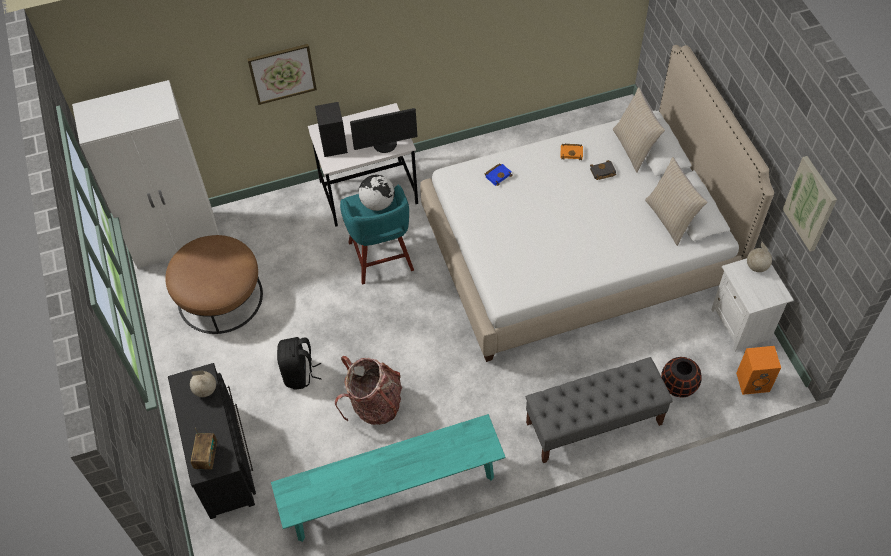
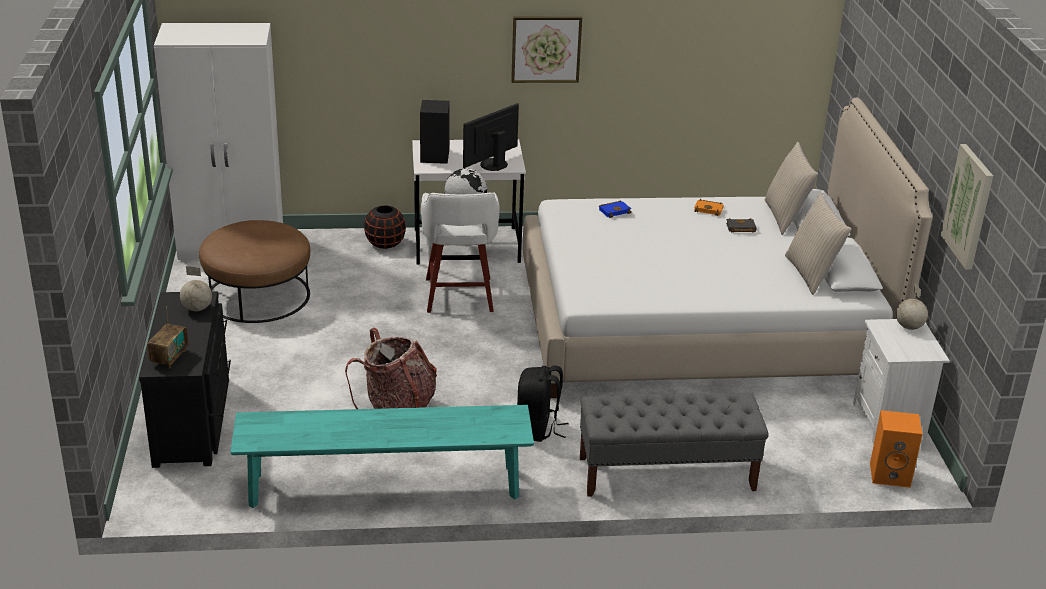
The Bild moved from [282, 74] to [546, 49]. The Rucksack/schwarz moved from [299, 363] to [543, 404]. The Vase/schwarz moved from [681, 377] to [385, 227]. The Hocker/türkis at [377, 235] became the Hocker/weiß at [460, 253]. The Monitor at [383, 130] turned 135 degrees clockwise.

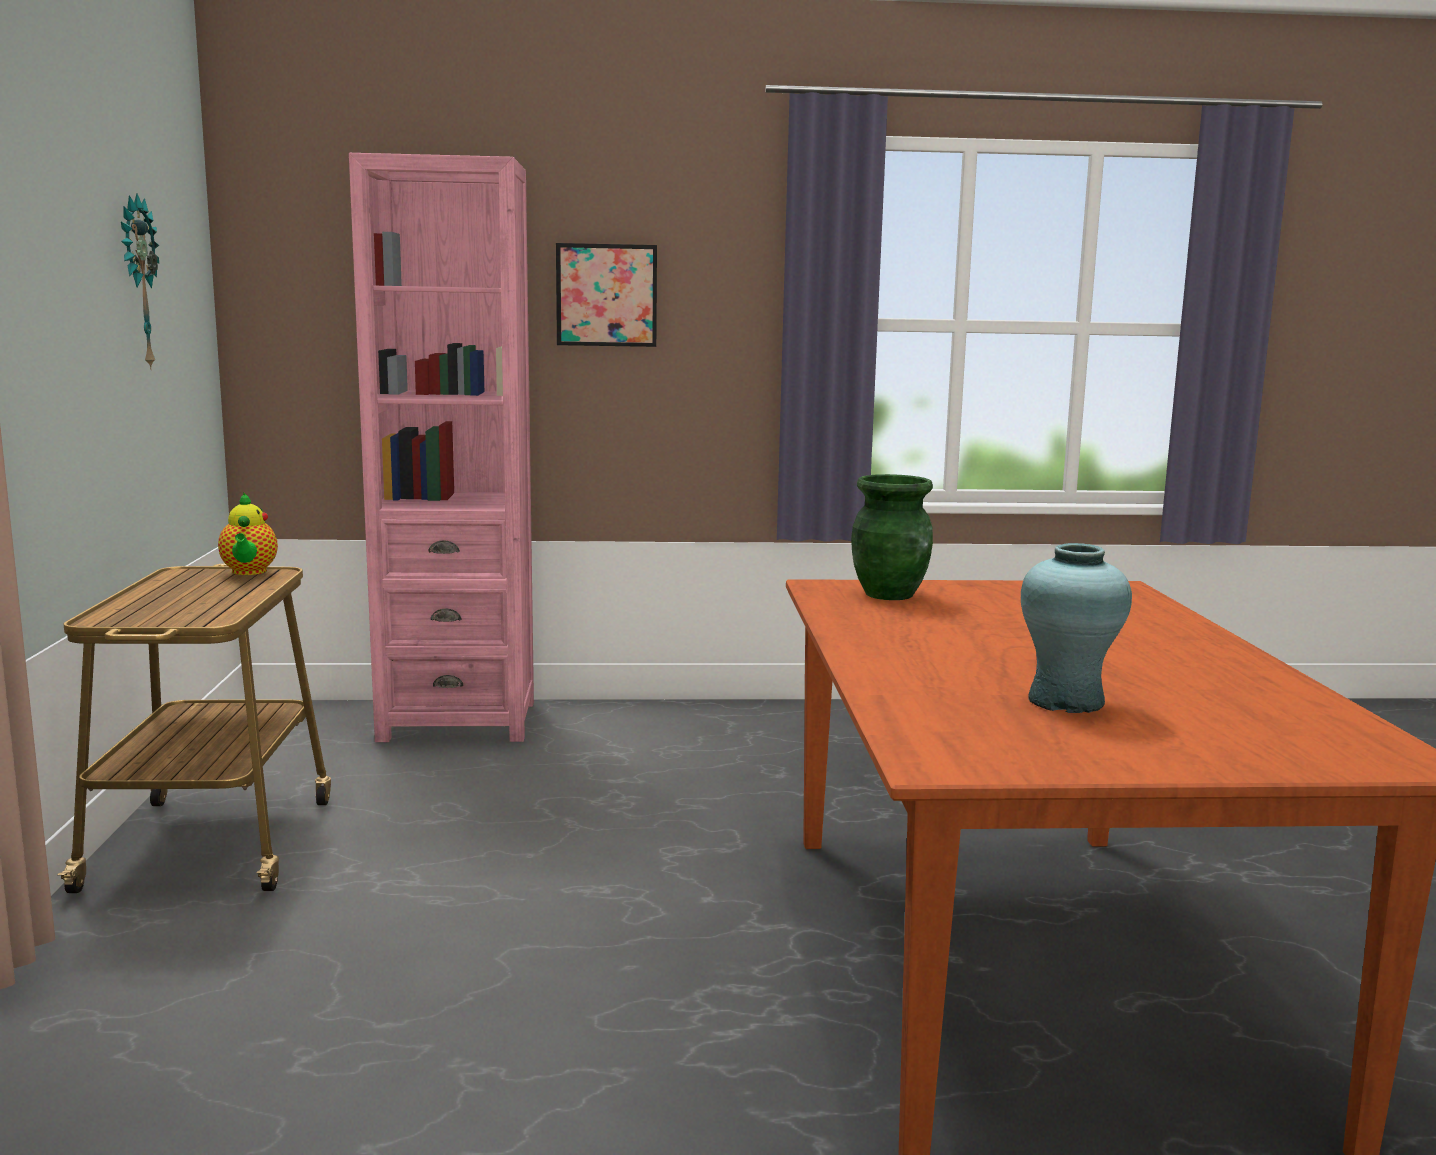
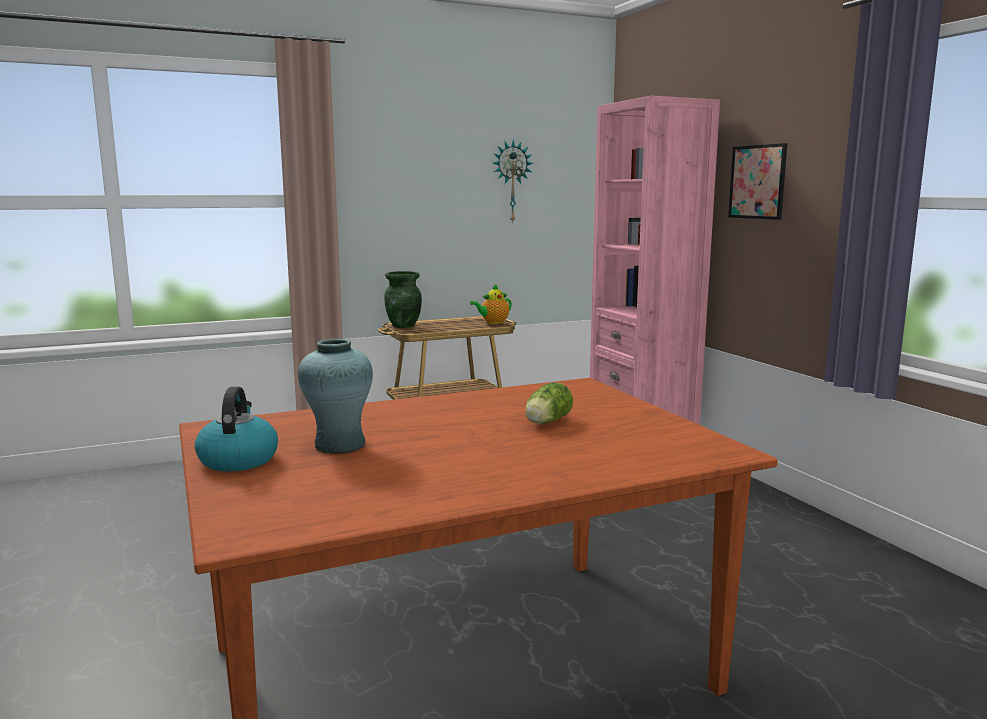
The Wasserkessel at [236, 429] appeared. The Salatkopf at [549, 403] appeared. The Vase/grün moved from [892, 537] to [403, 299].

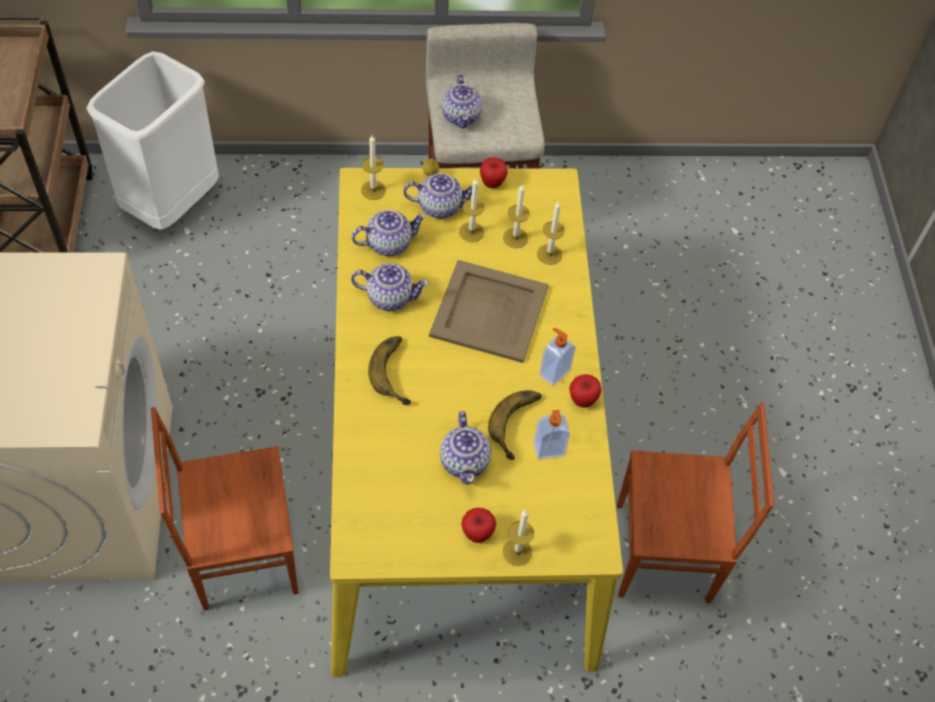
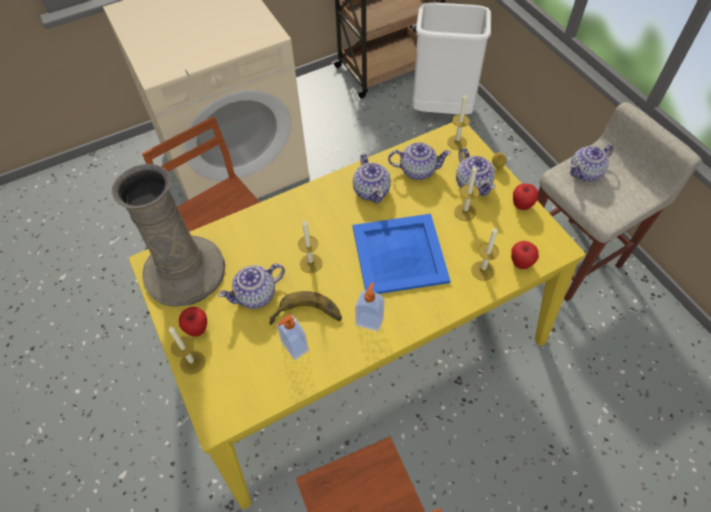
The Banane at [389, 370] disappeared. The Vase/beige at [168, 235] appeared. The Kerze moved from [516, 216] to [310, 246]. The Apfel moved from [585, 391] to [525, 255]. The Tablett/beige at [489, 311] became the Tablett/blau at [401, 254]. The Teekanne at [389, 233] turned 45 degrees counterclockwise.

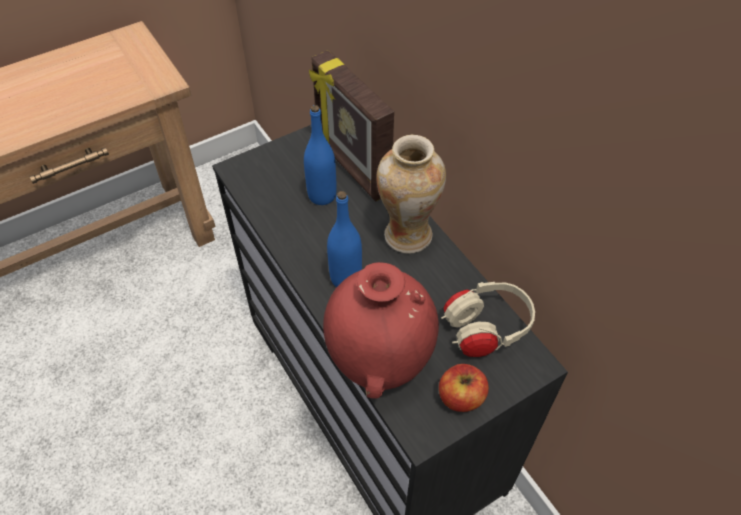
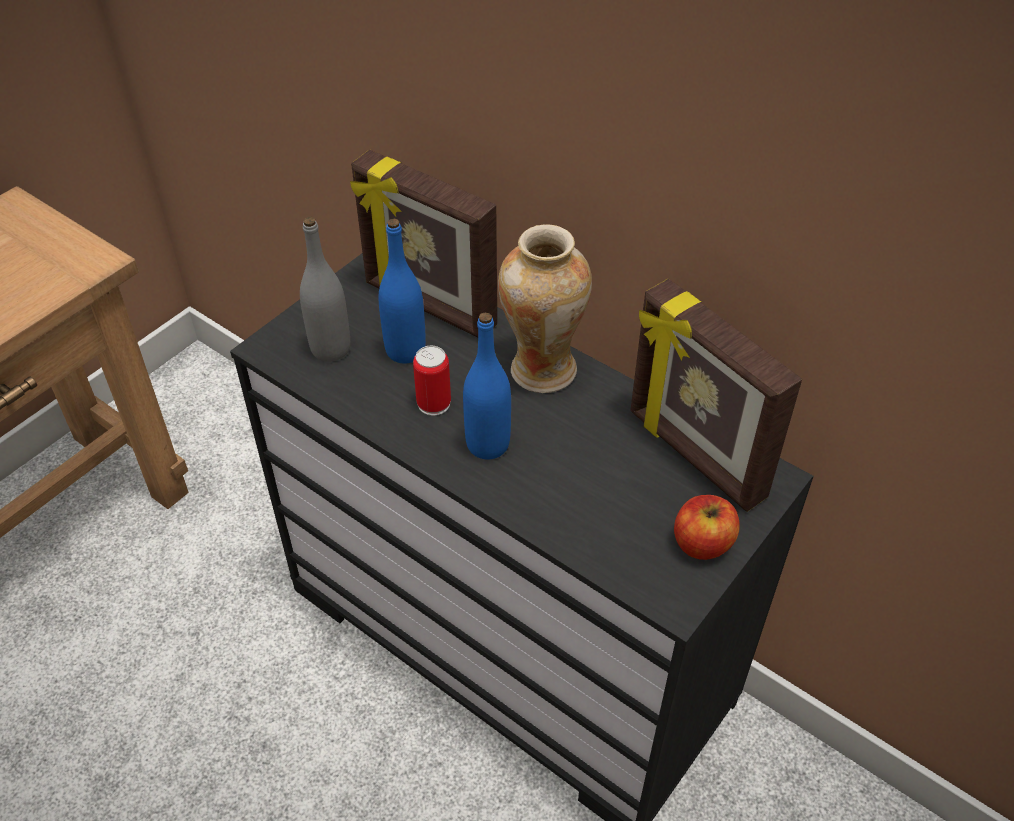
The Vase/rot at [381, 330] disappeared. The Flasche/grau at [325, 289] appeared. The Dose at [432, 381] appeared. The Kopfhörer/beige at [488, 319] was replaced by the Bilderrahmen at [716, 395].

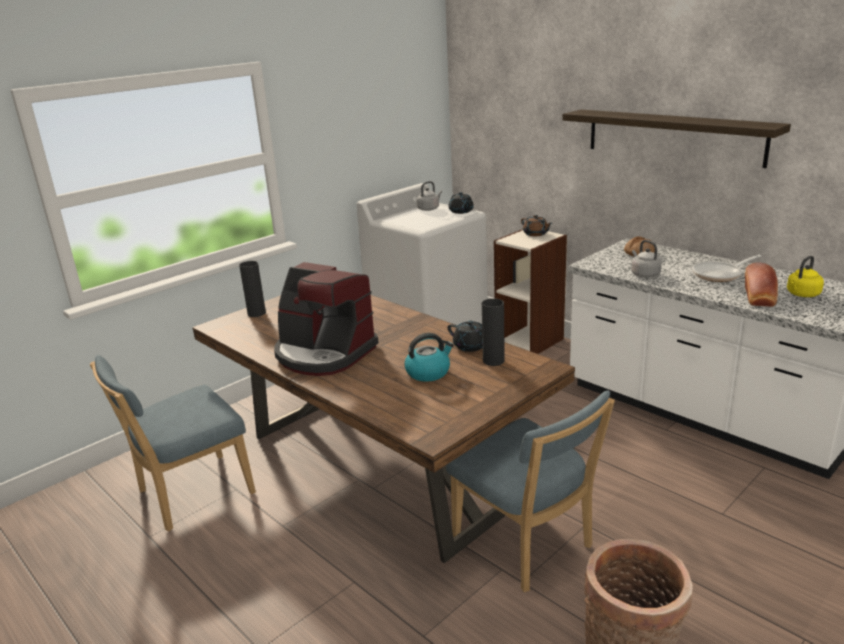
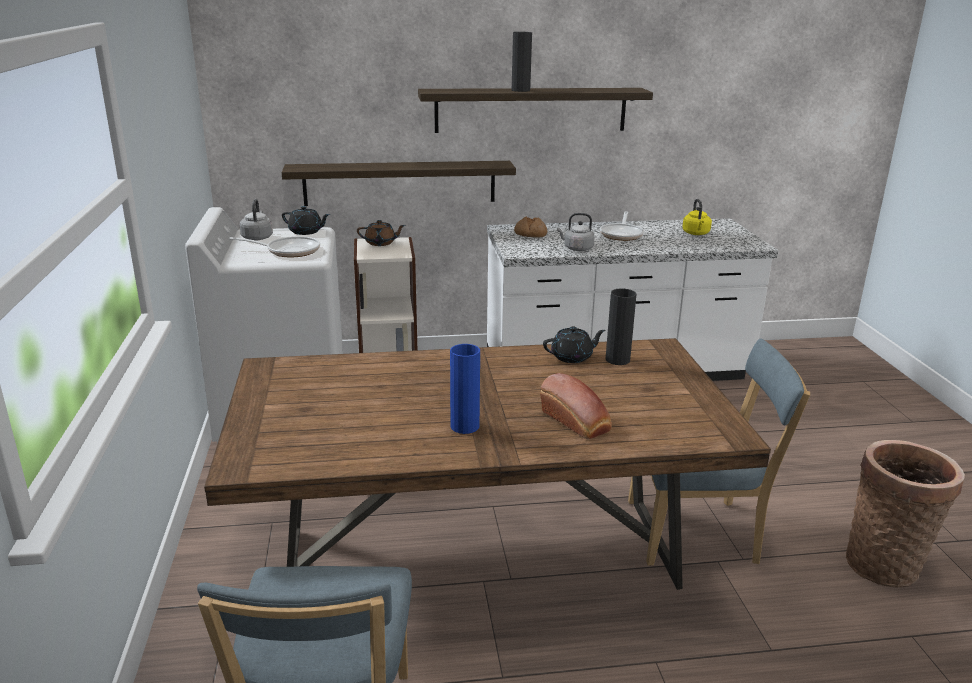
The Wasserkessel at [429, 357] disappeared. The Pfanne at [274, 246] appeared. The Wandregal at [399, 183] appeared. The Vase/schwarz moved from [252, 289] to [522, 62]. The Brot moved from [761, 284] to [576, 406]. The Kaffeemaschine at [326, 319] was replaced by the Vase/blau at [465, 389].

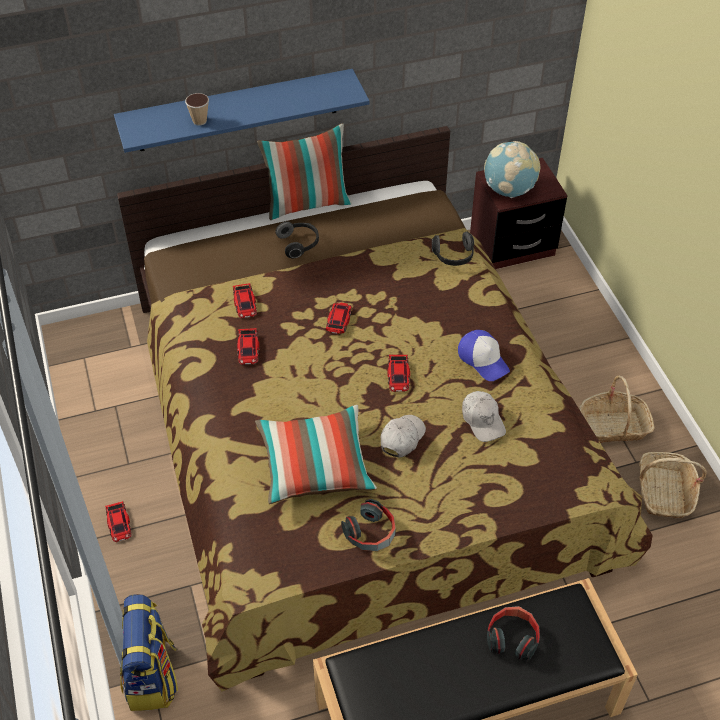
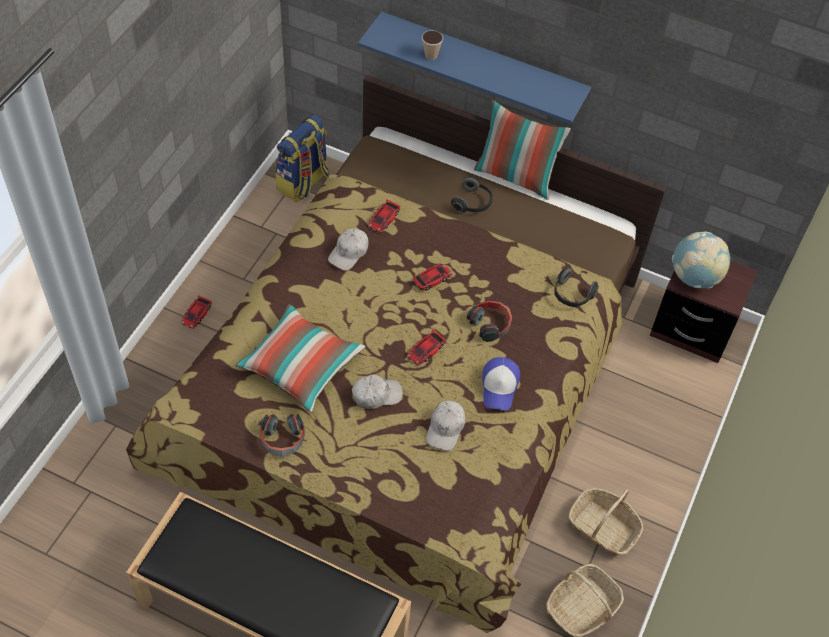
The Rucksack moved from [149, 652] to [302, 158]. The Kopfhörer moved from [513, 633] to [489, 321]. The Spielzeugauto at [248, 346] was replaced by the Kappe/weiß at [348, 250].

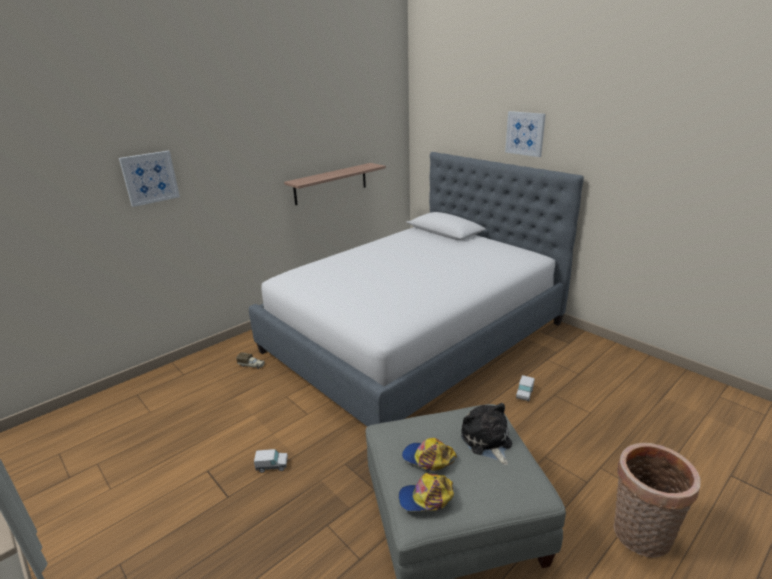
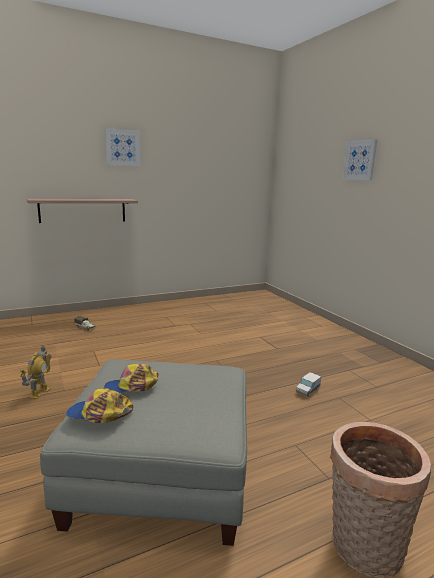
The Bett at [416, 289] disappeared. The Plüschtier at [486, 434] disappeared. The Bild moved from [149, 179] to [123, 147]. The Wandregal moved from [335, 184] to [82, 211]. The Spielzeuglaster at [271, 461] was replaced by the Spielzeugroboter at [36, 372]. The Kappe at [429, 454] turned 60 degrees counterclockwise.

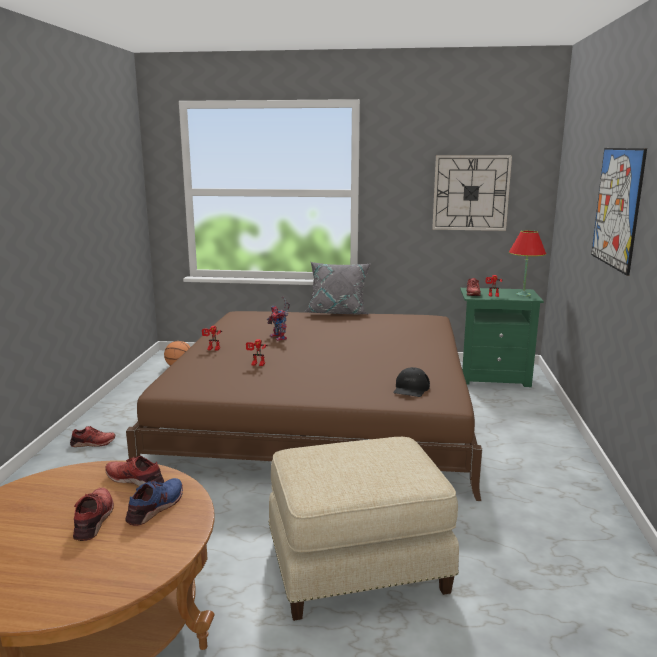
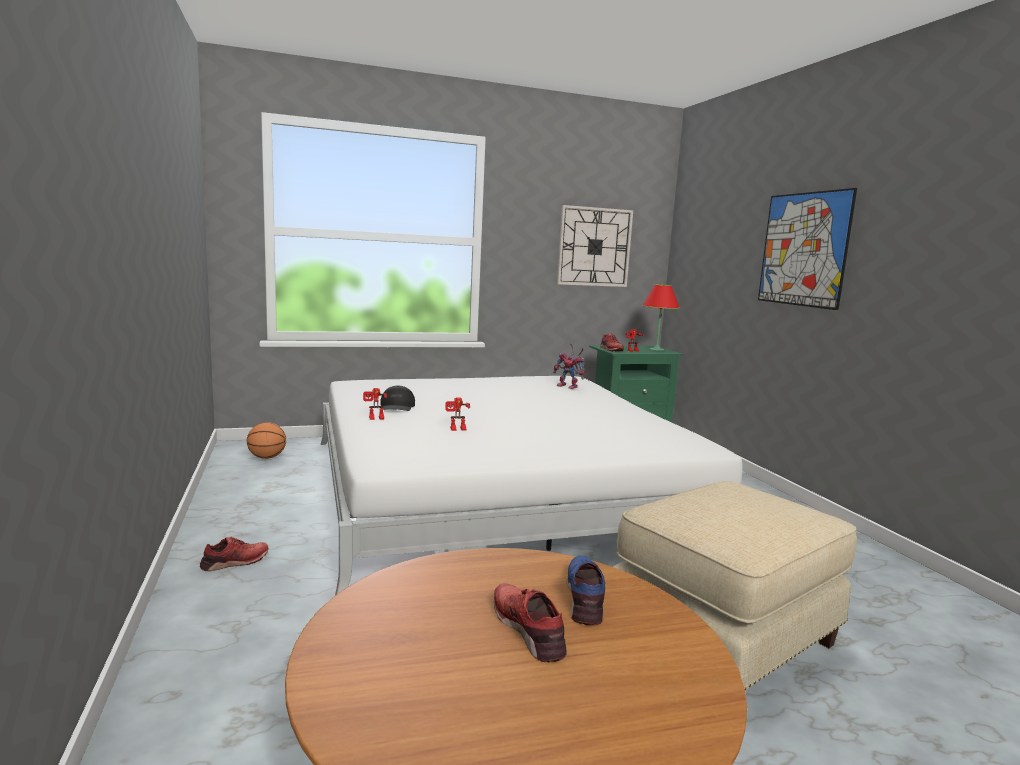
The Schuh/rot at [134, 471] disappeared. The Kissen/grau at [337, 288] disappeared. The Spielzeugroboter moved from [278, 318] to [569, 366]. The Kappe/schwarz moved from [411, 382] to [397, 398]. The Bett/braun at [304, 406] became the Bett/weiß at [531, 486].

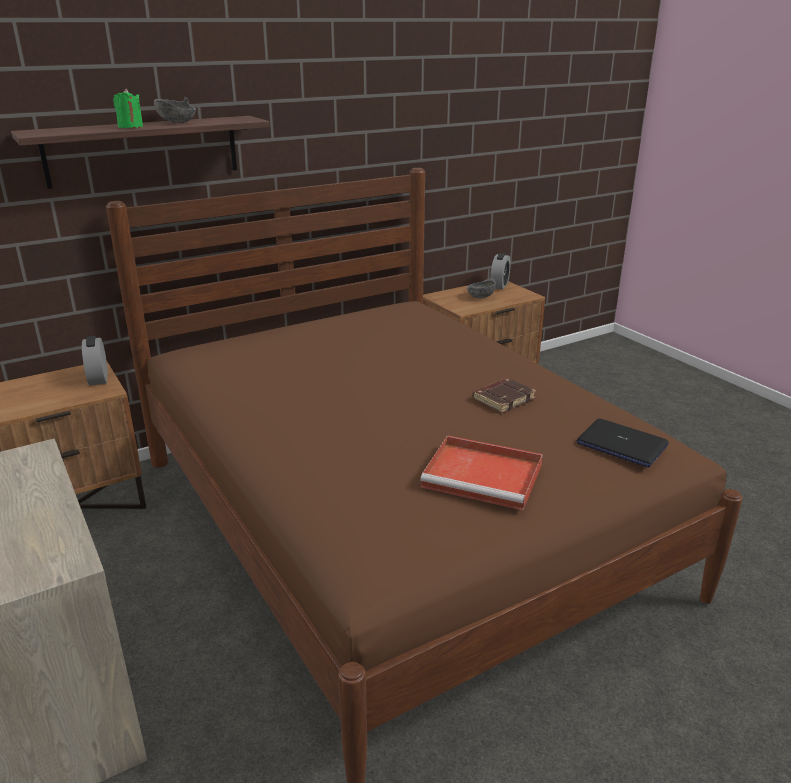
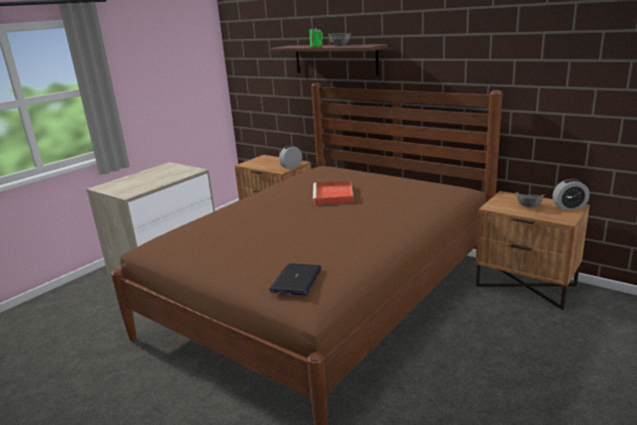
The Buch/braun at [504, 395] disappeared. The Tablett/rot moved from [481, 472] to [333, 192].

